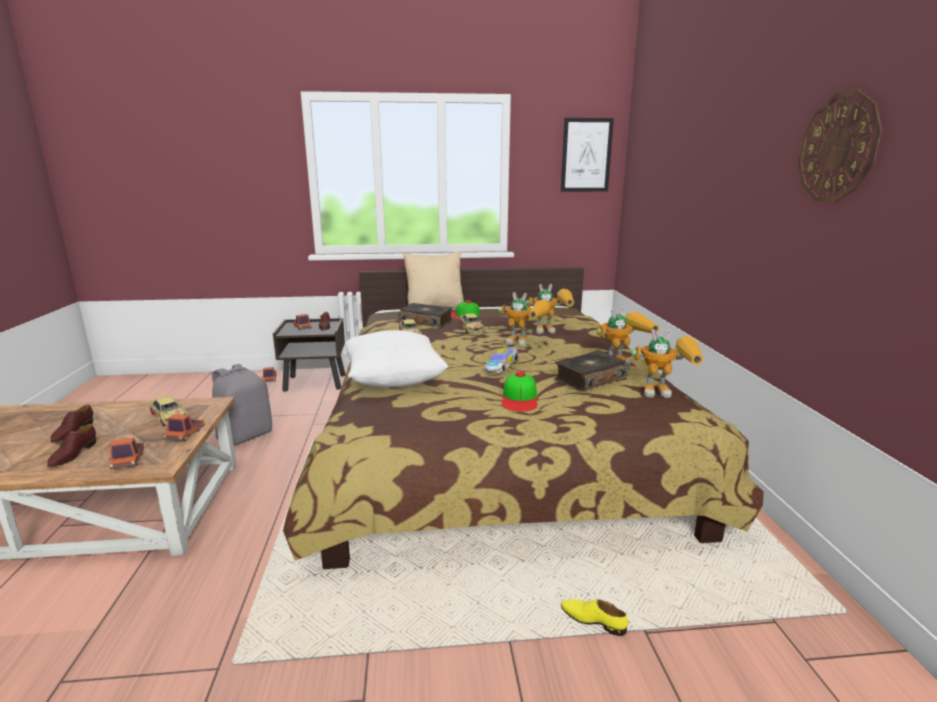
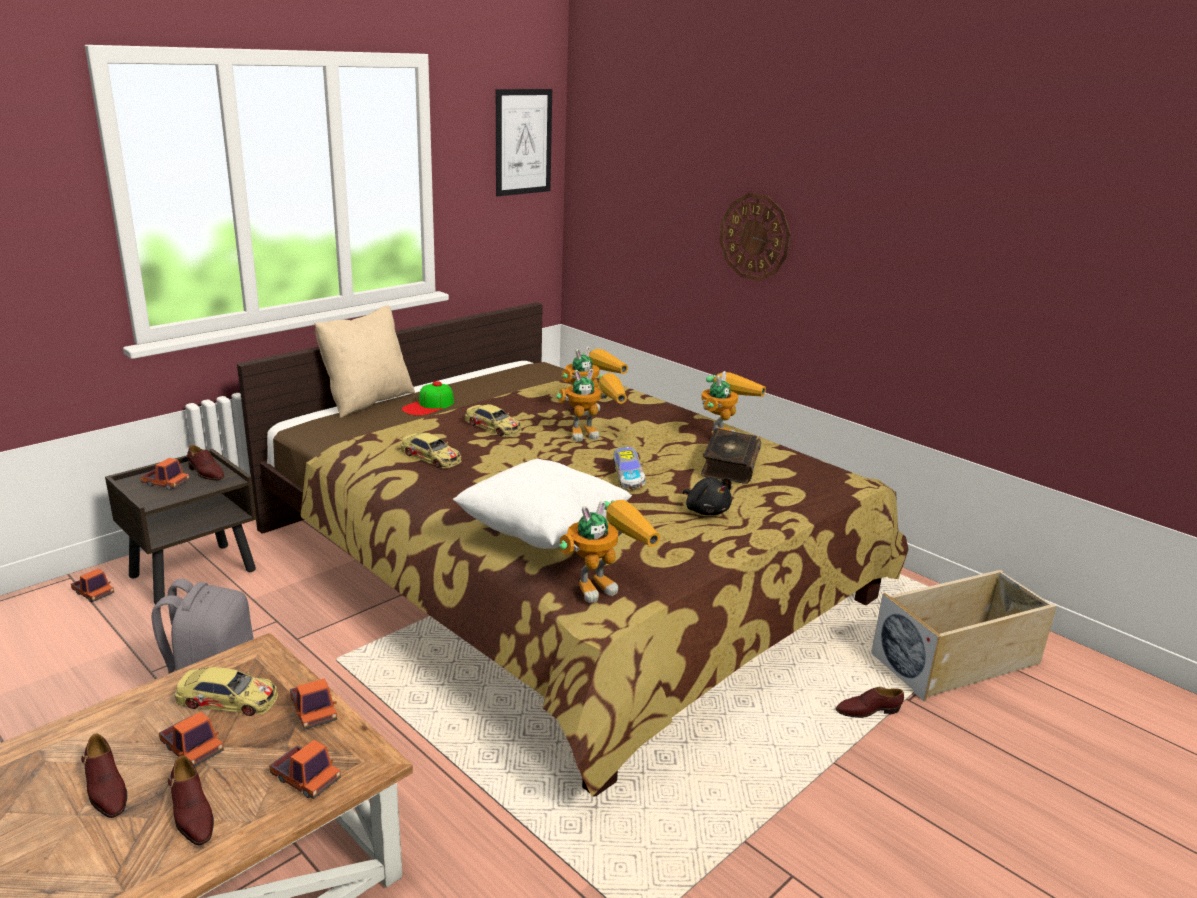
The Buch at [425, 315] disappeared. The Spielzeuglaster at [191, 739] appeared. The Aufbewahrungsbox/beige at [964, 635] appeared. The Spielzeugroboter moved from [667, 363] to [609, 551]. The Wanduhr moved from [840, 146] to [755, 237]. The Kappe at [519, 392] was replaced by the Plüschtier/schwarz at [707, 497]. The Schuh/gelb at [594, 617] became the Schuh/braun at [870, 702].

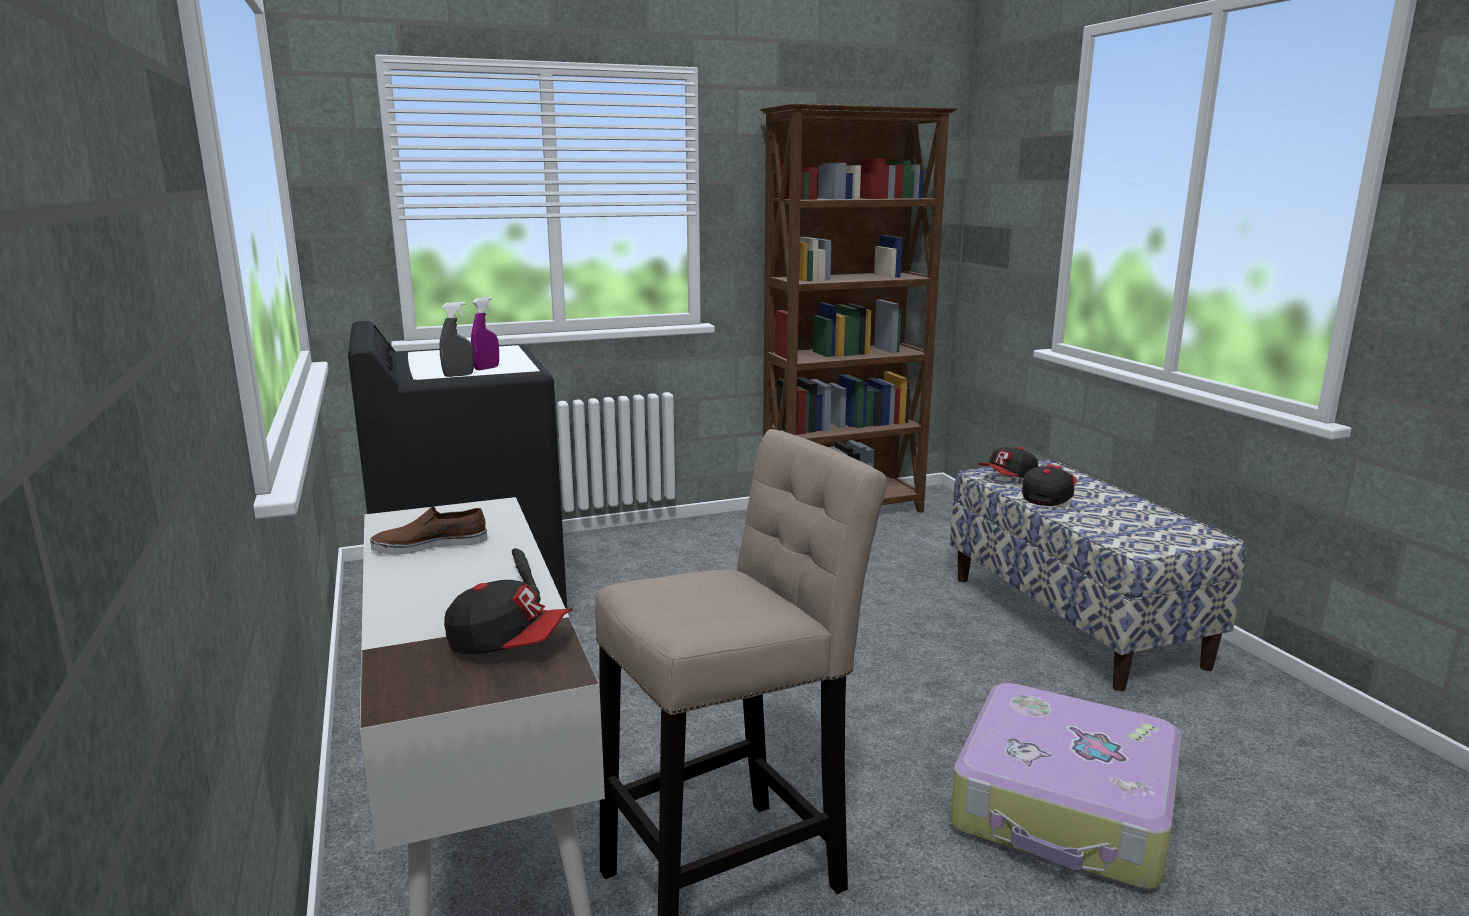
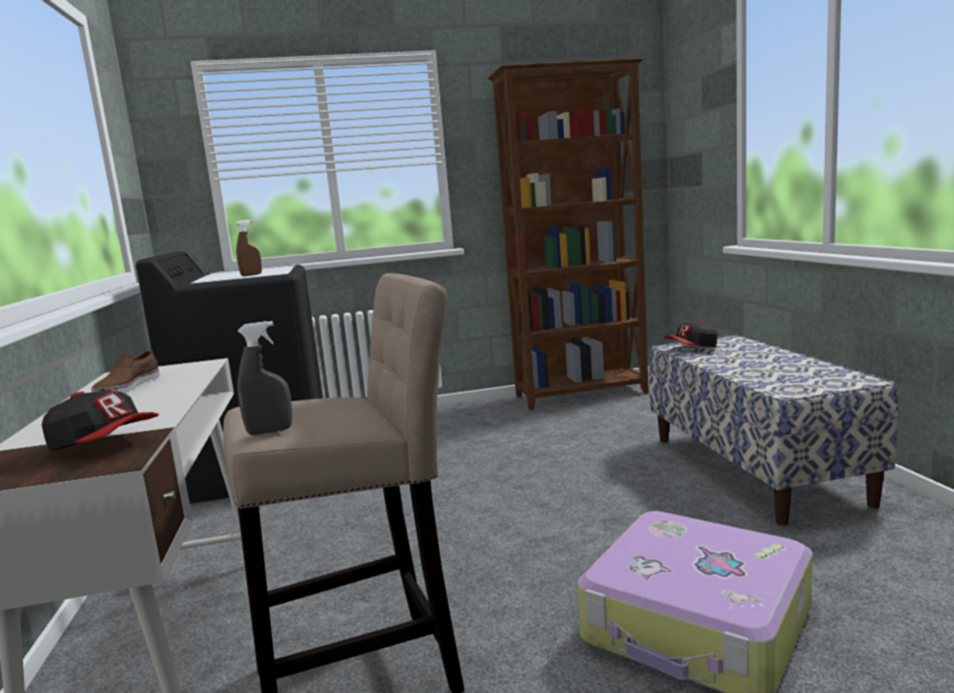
The Taschenlampe/schwarz at [526, 575] disappeared. The Kappe at [1049, 485] disappeared. The Sprühflasche/grau moved from [457, 339] to [264, 378]. The Sprühflasche/lila at [485, 333] became the Sprühflasche/braun at [249, 248]. The Schuh/braun at [428, 530] turned 75 degrees counterclockwise.

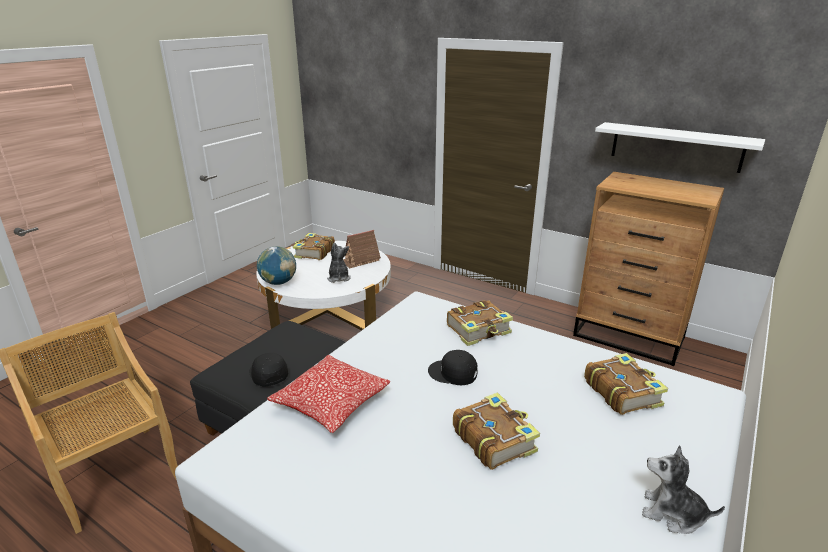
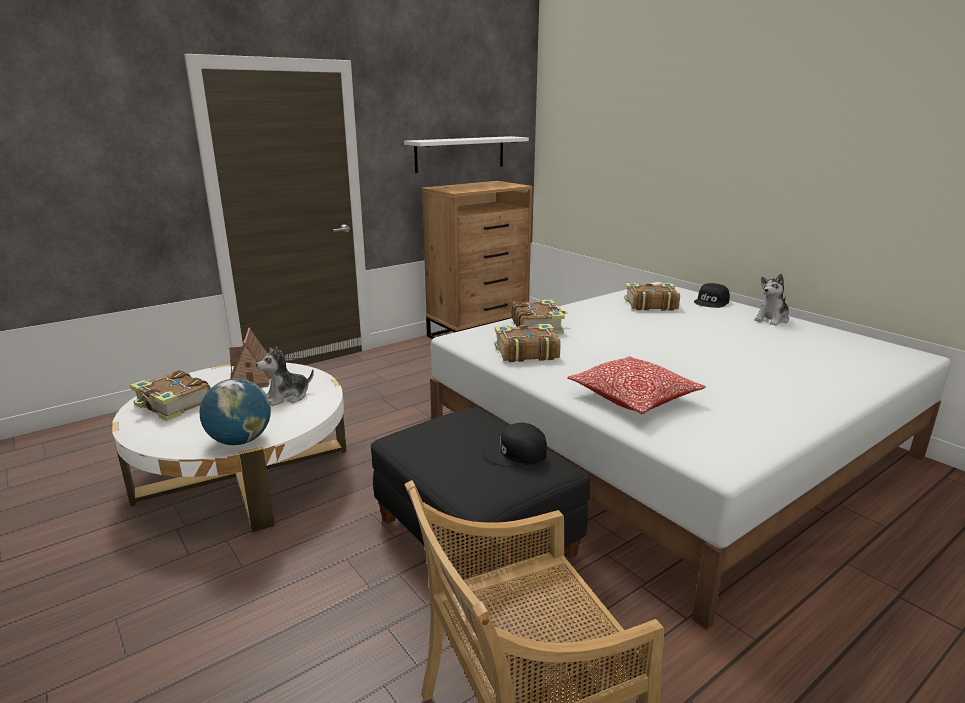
The Kappe/schwarz moved from [453, 367] to [712, 295]. The Buch moved from [496, 431] to [528, 343]. The Plüschtier at [339, 263] turned 45 degrees counterclockwise.

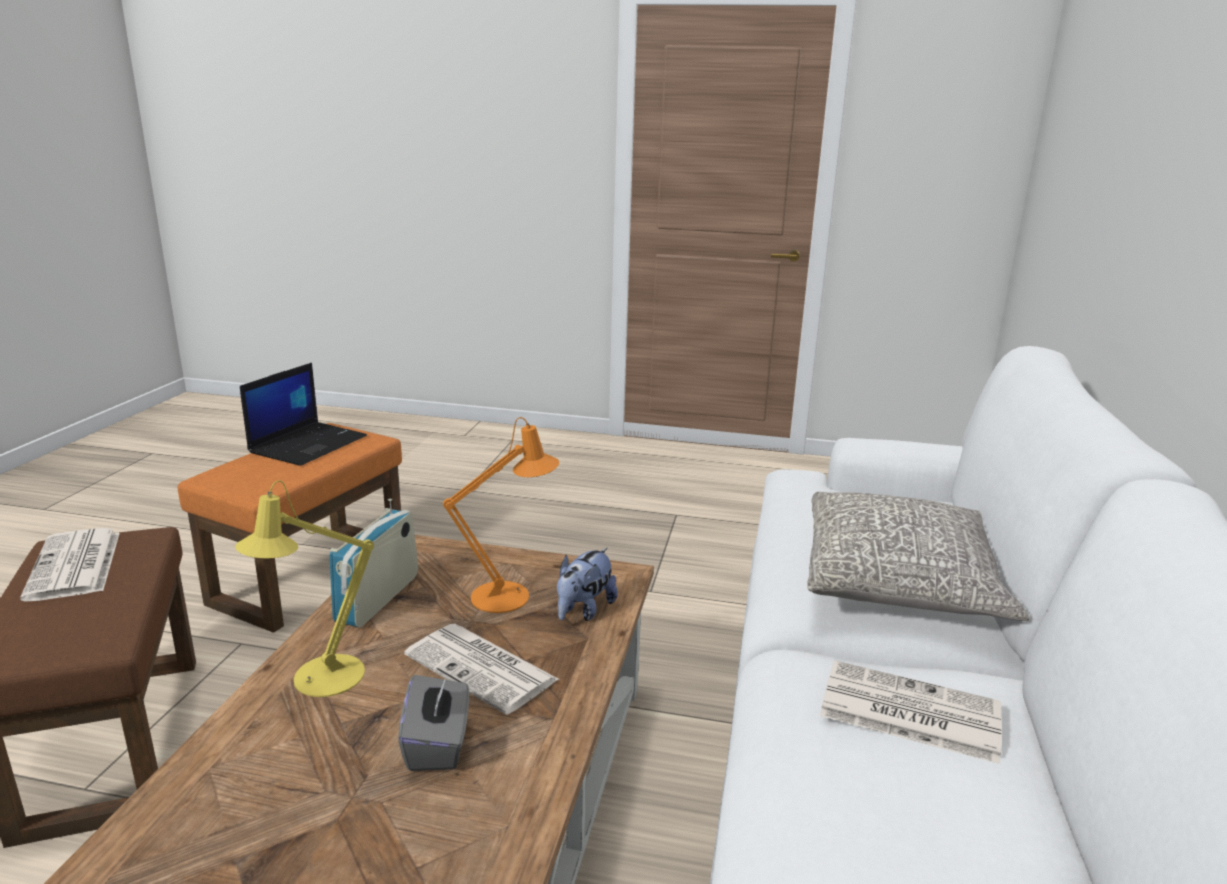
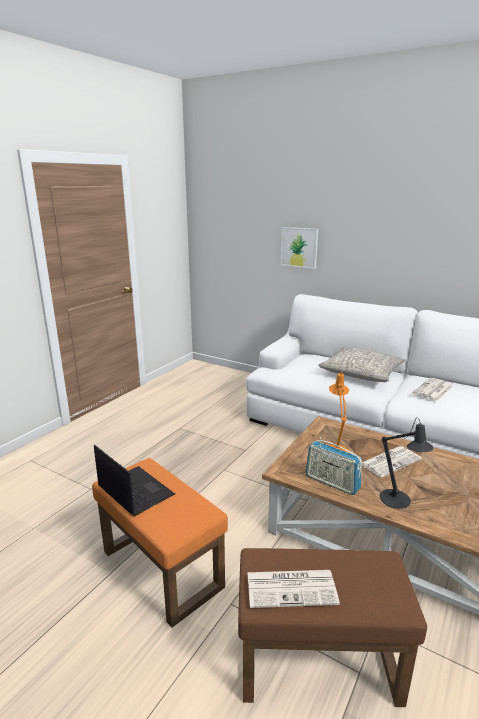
The Taschentuchbox/grau at [433, 721] disappeared. The Plüschtier at [587, 584] disappeared. The Bild at [299, 248] appeared. The Tischlampe/gelb at [304, 588] became the Tischlampe/schwarz at [406, 463].

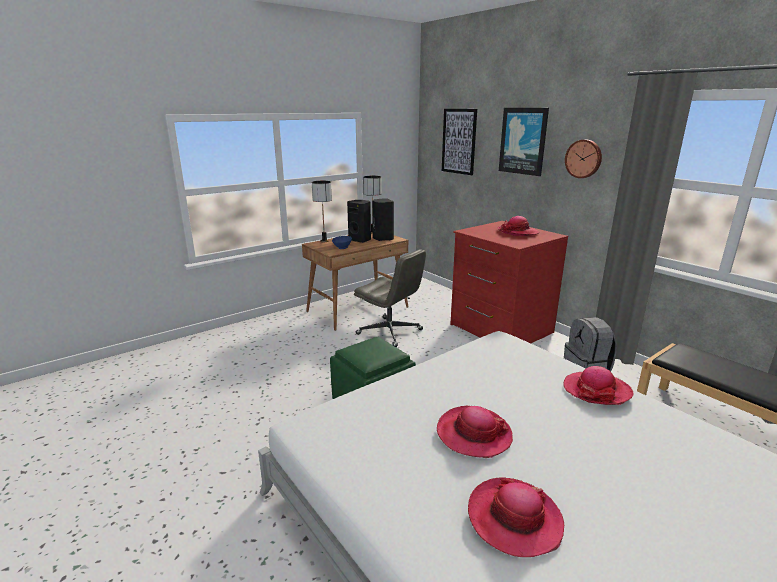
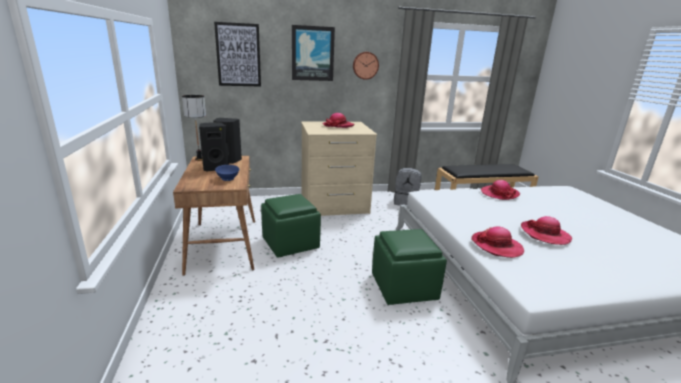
The Tischlampe at [322, 211] disappeared. The Hut moved from [516, 517] to [497, 242]. The Bürostuhl/grau at [390, 298] was replaced by the Polsterhocker/grün at [291, 226]. The Kommode/rot at [509, 282] became the Kommode/beige at [339, 168].

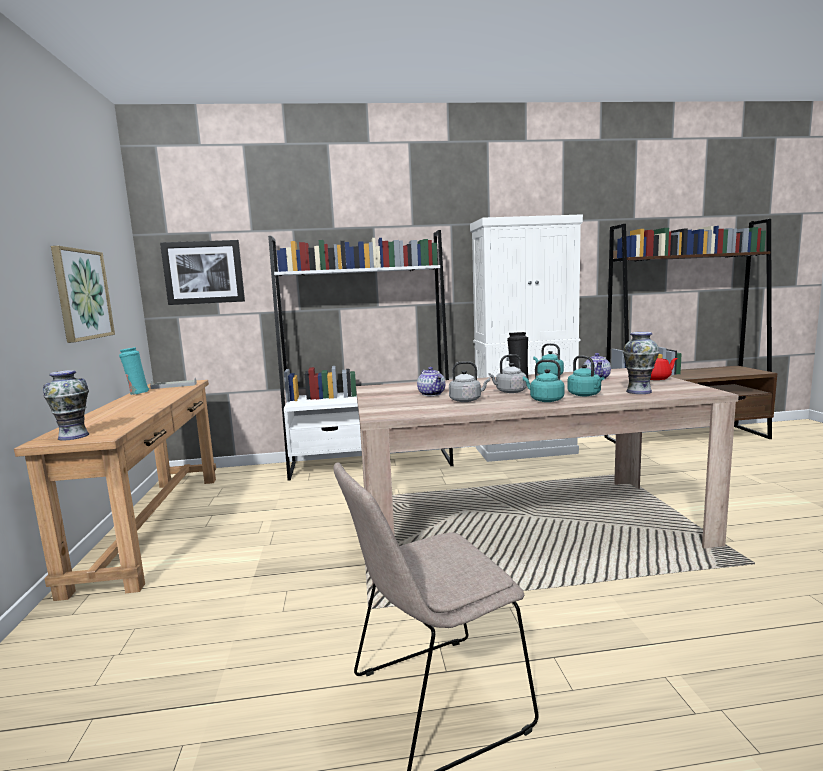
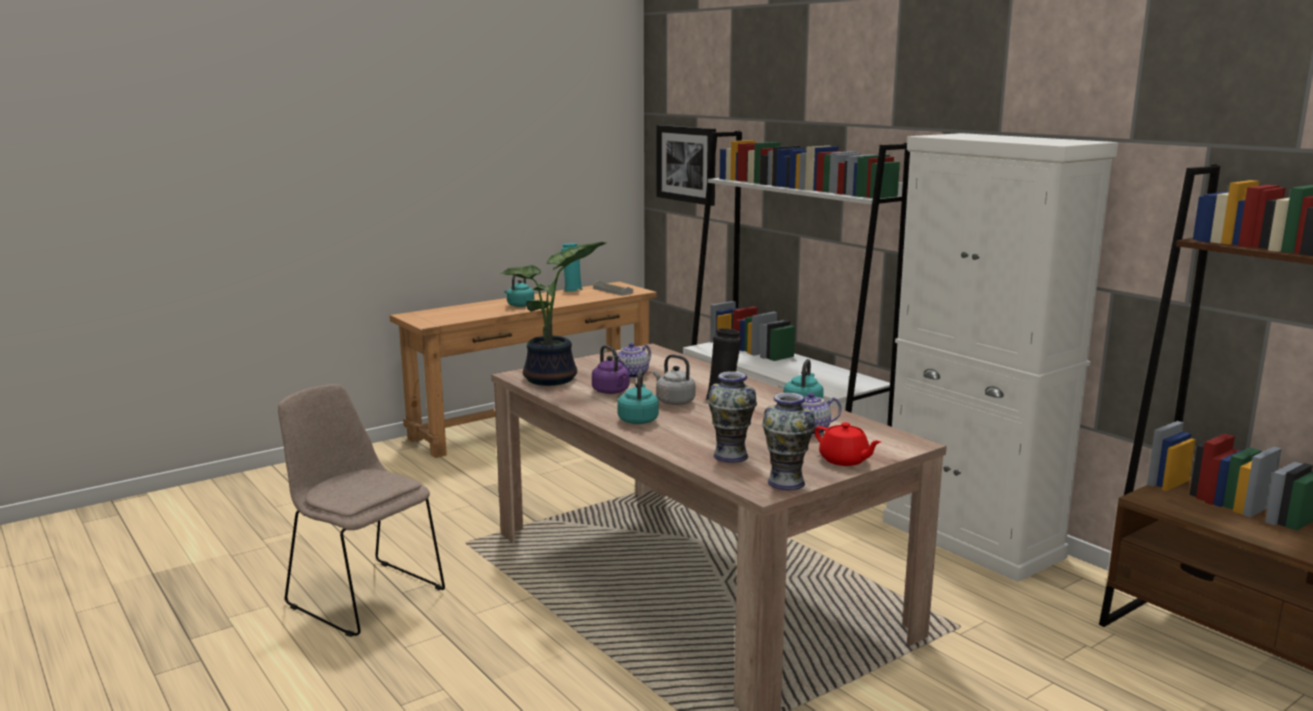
The Bild at [83, 294] disappeared. The Topfpflanze at [553, 314] appeared. The Vase moved from [66, 405] to [788, 441]. The Wasserkessel/türkis moved from [585, 375] to [519, 291]. The Wasserkessel/grau at [469, 381] became the Wasserkessel/lila at [611, 369].

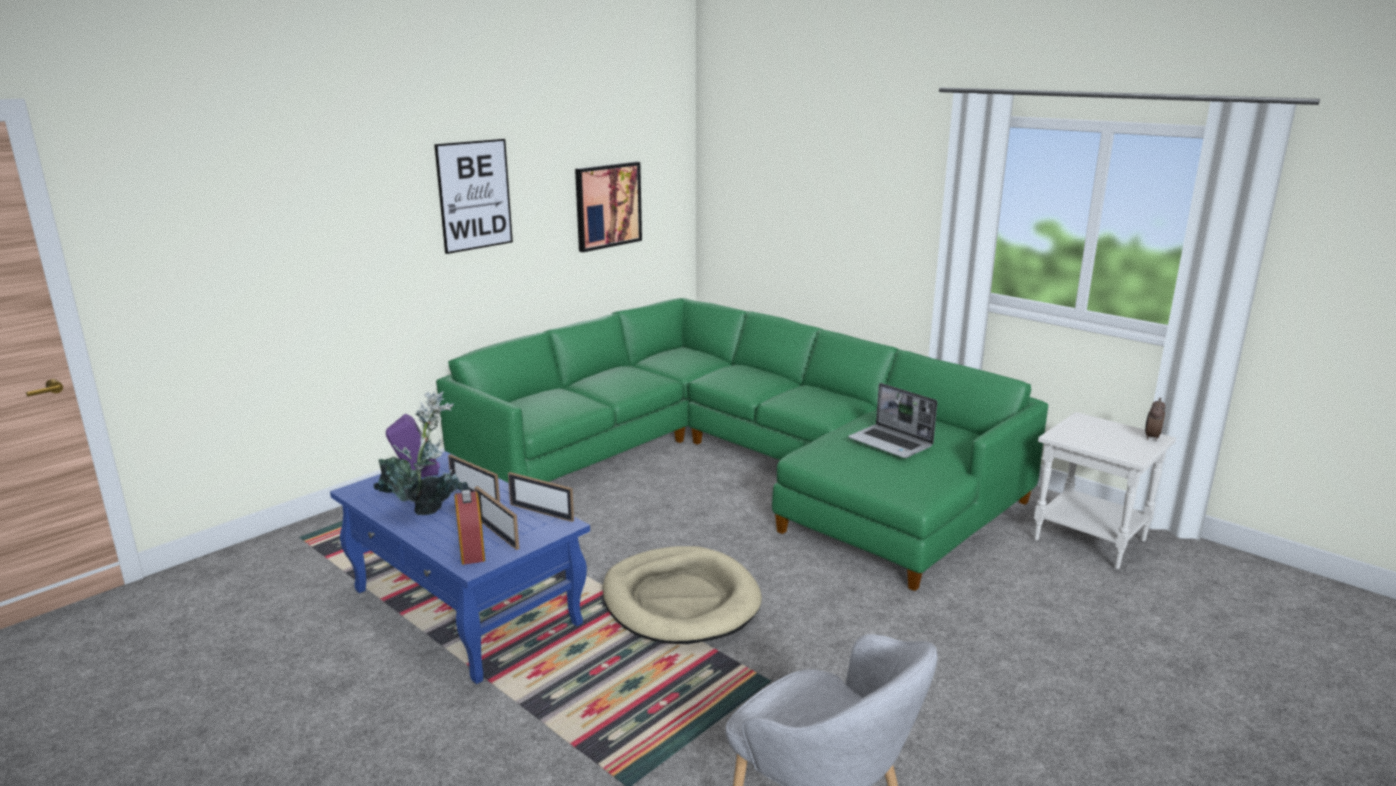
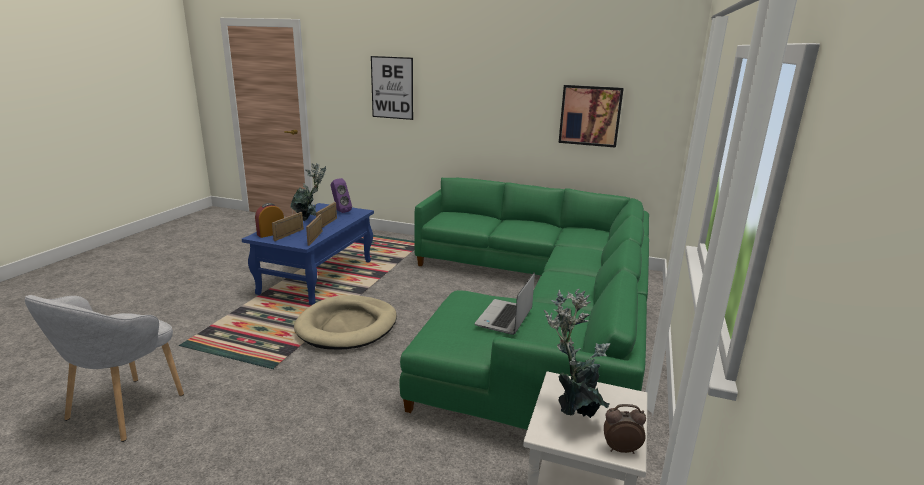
The Topfpflanze at [577, 353] appeared. The Bild moved from [473, 196] to [392, 88].

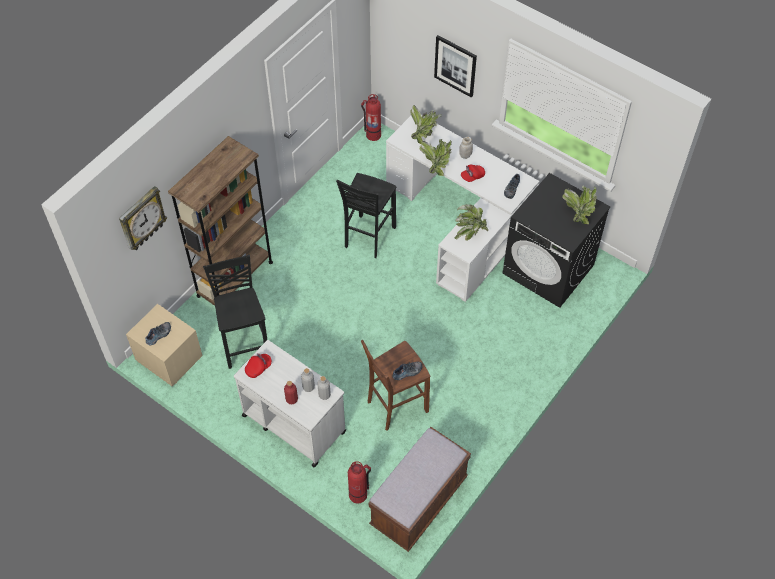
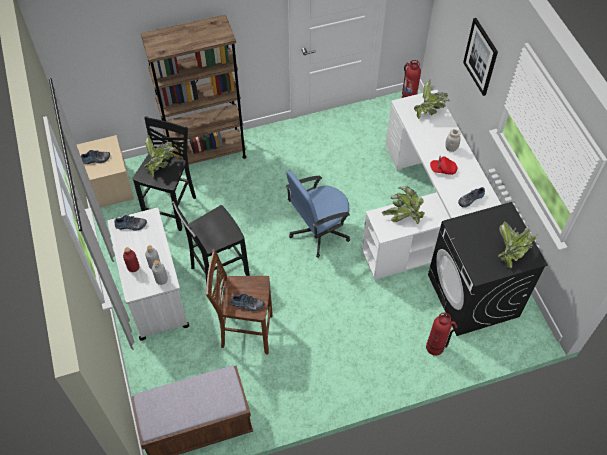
The Wanduhr at [143, 218] disappeared. The Bürostuhl/blau at [318, 214] appeared. The Hocker/schwarz moved from [366, 215] to [211, 244]. The Feuerlöscher moved from [359, 482] to [441, 334]. The Topfpflanze moved from [436, 157] to [160, 156]. The Kappe/rot at [258, 365] was replaced by the Schuh at [130, 223].

